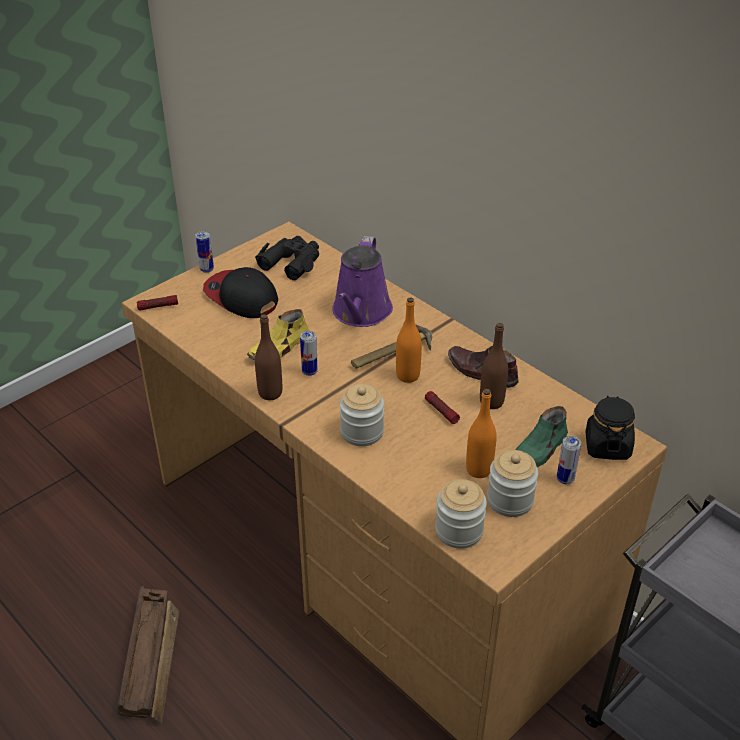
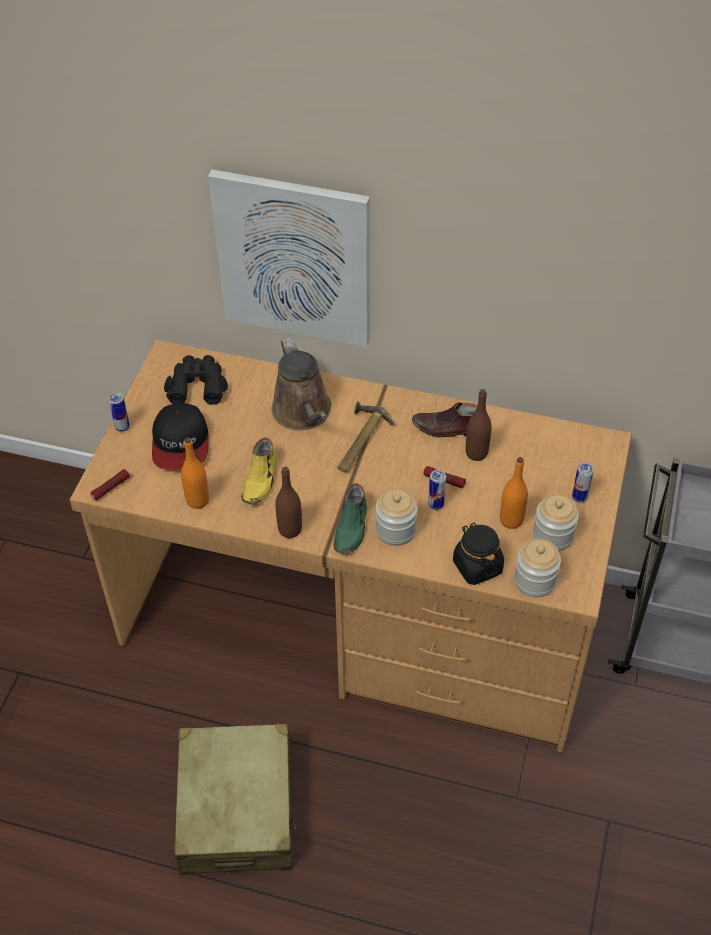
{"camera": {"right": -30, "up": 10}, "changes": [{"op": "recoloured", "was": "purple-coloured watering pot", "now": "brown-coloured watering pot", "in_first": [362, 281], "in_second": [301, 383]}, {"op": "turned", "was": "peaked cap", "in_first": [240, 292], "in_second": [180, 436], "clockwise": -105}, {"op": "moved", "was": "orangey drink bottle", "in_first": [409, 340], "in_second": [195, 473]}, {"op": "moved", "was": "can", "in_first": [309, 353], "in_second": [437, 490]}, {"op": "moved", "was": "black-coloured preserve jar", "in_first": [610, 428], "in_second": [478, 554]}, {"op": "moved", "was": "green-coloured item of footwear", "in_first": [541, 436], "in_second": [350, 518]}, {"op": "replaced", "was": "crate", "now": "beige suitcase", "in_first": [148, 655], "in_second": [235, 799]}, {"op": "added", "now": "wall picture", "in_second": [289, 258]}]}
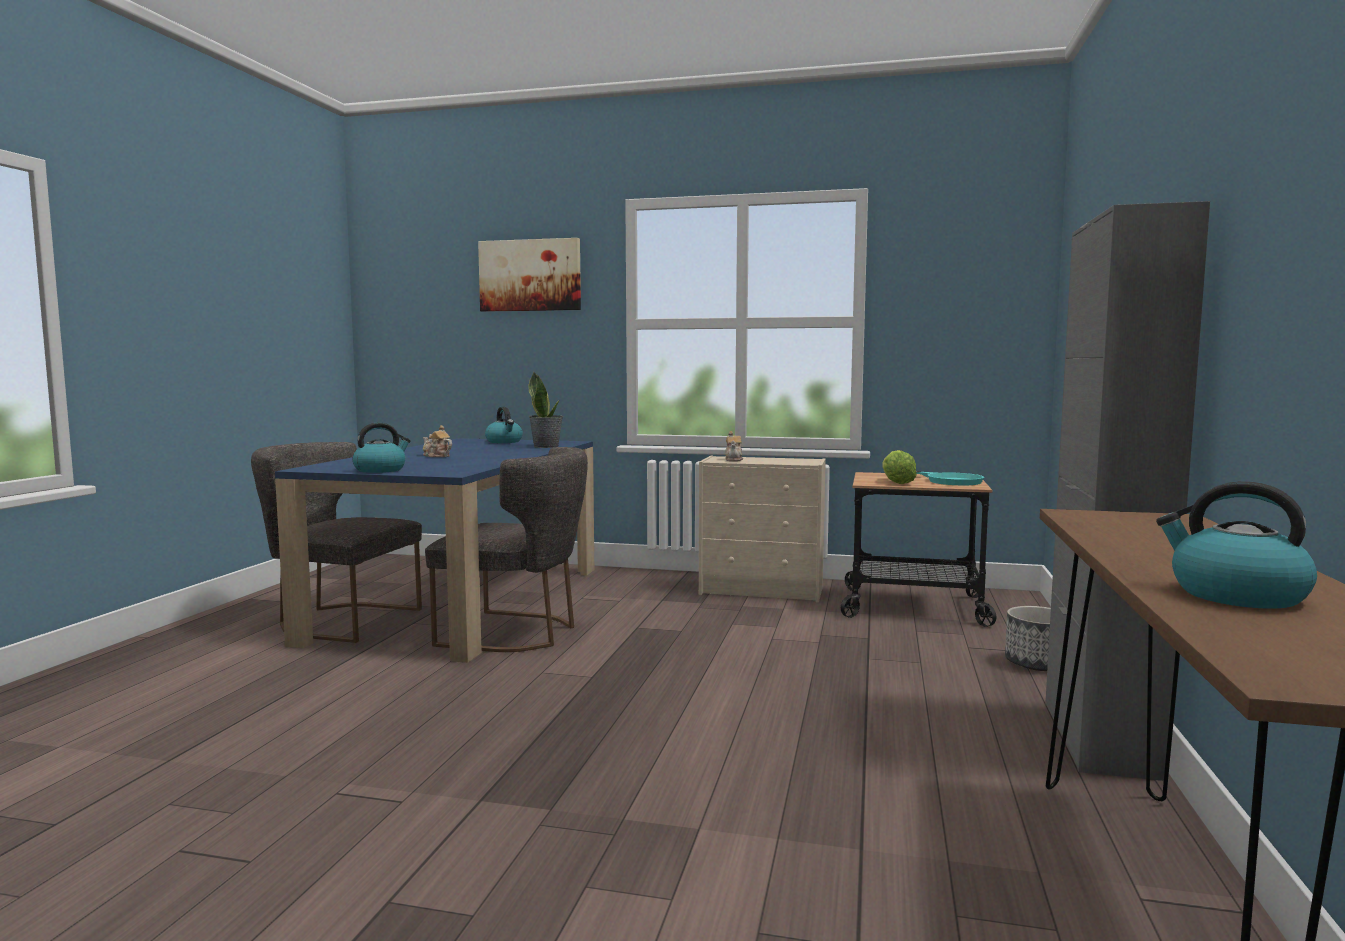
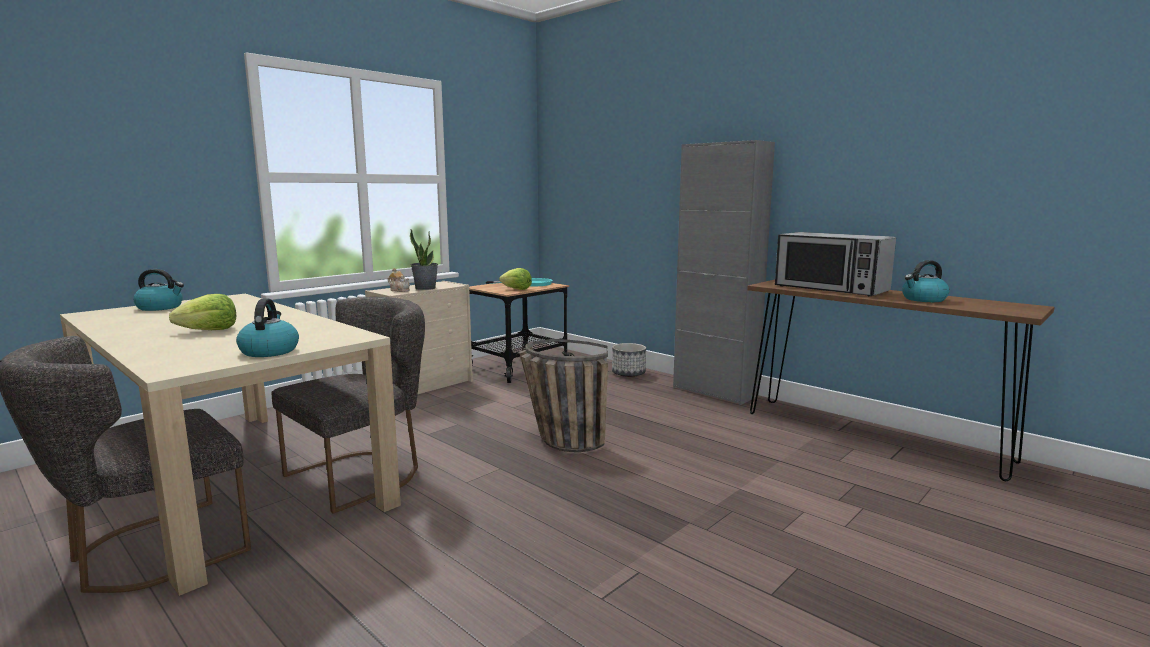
{"camera": {"right": -60, "up": 5}, "changes": [{"op": "removed", "was": "wall picture", "in_first": [529, 275]}, {"op": "moved", "was": "plant in a pot", "in_first": [546, 410], "in_second": [424, 260]}, {"op": "replaced", "was": "teapot", "now": "lettuce head", "in_first": [437, 441], "in_second": [202, 312]}, {"op": "recoloured", "was": "blue dinner table", "now": "beige dinner table", "in_first": [434, 550], "in_second": [230, 445]}, {"op": "added", "now": "microwave", "in_second": [835, 264]}, {"op": "added", "now": "household basket", "in_second": [564, 395]}]}
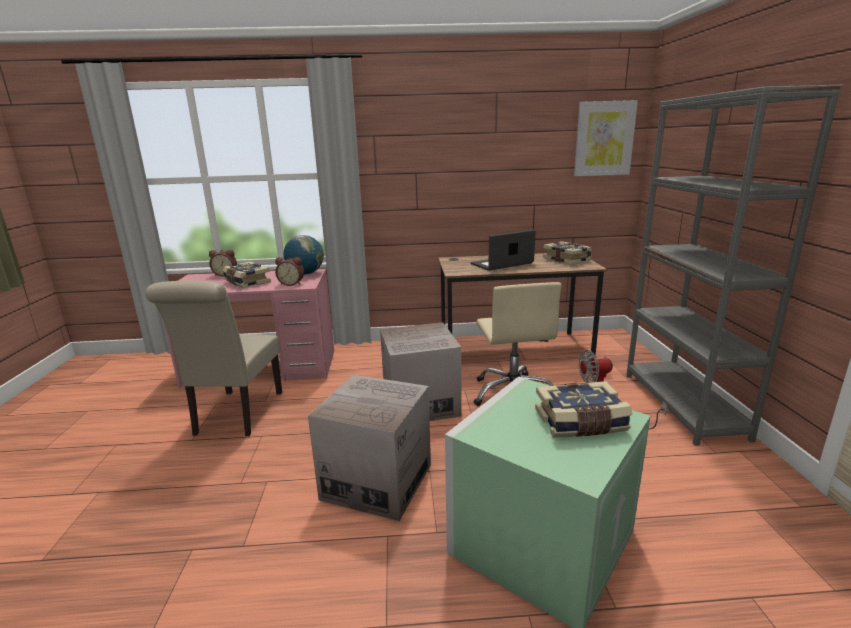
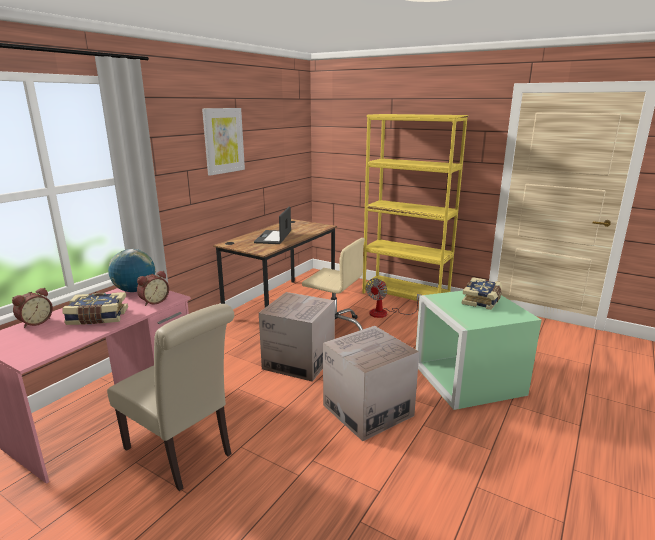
{"camera": {"right": -55, "up": 0}, "changes": [{"op": "recoloured", "was": "greyish bookshelf", "now": "yellow-coloured bookshelf", "in_first": [734, 265], "in_second": [415, 207]}, {"op": "moved", "was": "wall picture", "in_first": [606, 138], "in_second": [223, 142]}, {"op": "removed", "was": "volume", "in_first": [567, 253]}]}
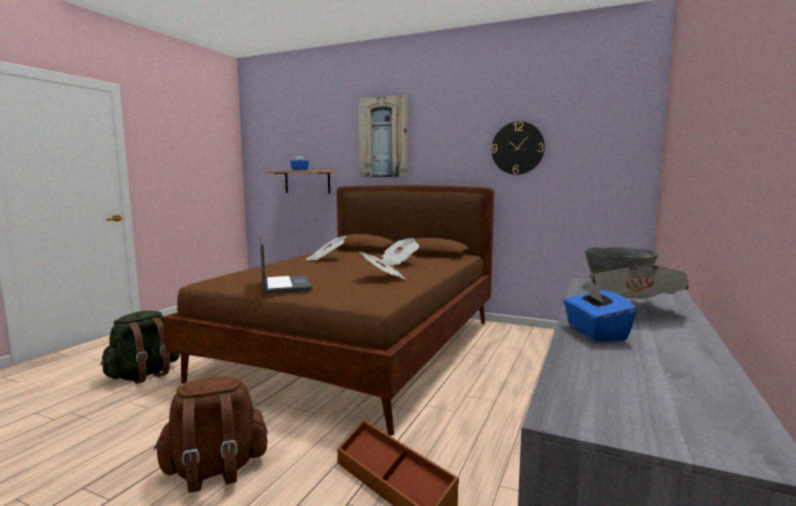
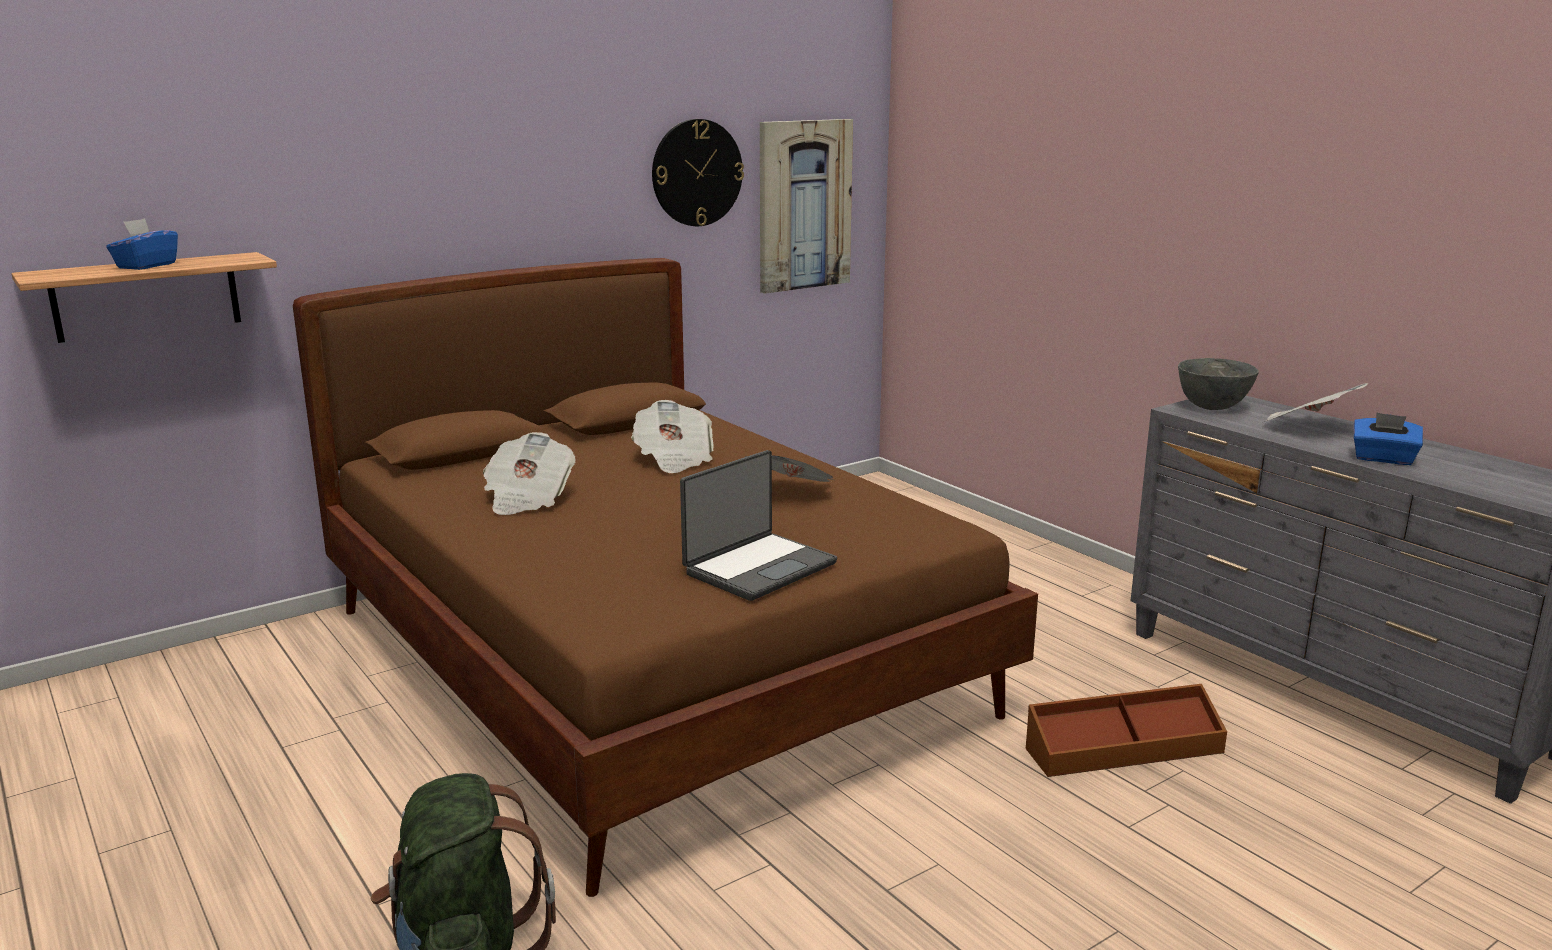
{"camera": {"right": -60, "up": 10}, "changes": [{"op": "moved", "was": "wall picture", "in_first": [383, 136], "in_second": [806, 206]}, {"op": "turned", "was": "portable computer", "in_first": [286, 265], "in_second": [758, 525], "clockwise": 120}, {"op": "removed", "was": "brown-coloured backpack", "in_first": [210, 434]}]}
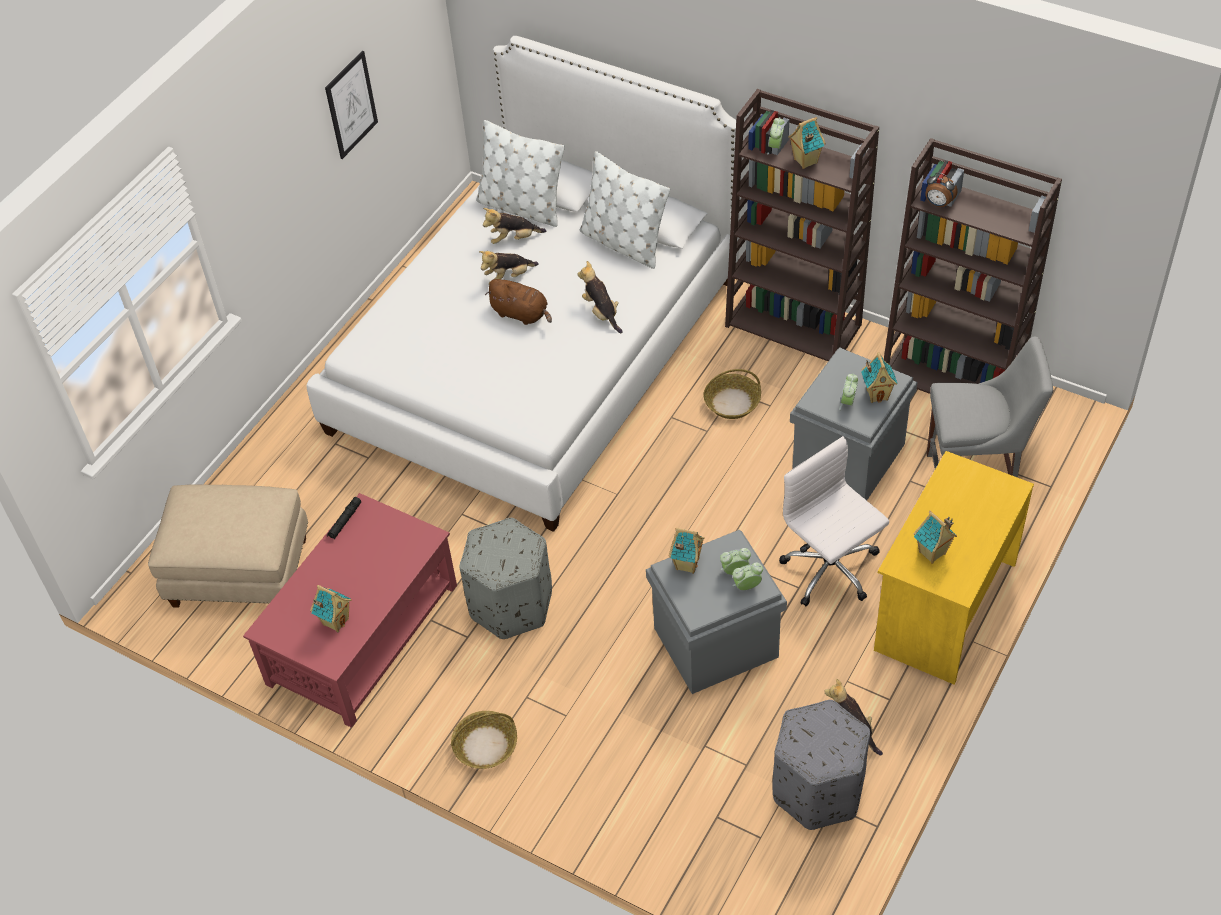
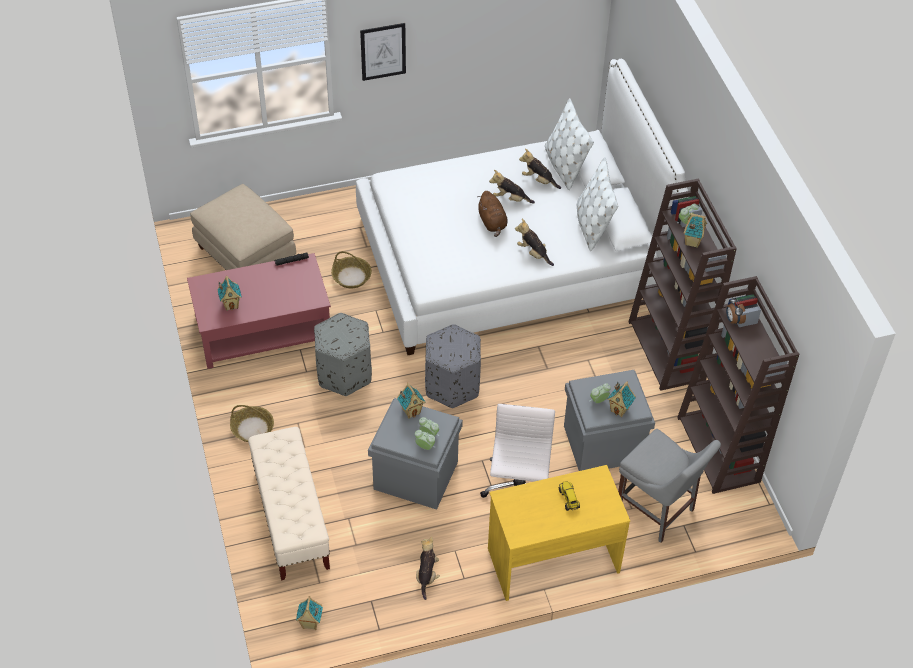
{"camera": {"right": 40, "up": 0}, "changes": [{"op": "moved", "was": "wall picture", "in_first": [351, 105], "in_second": [383, 52]}, {"op": "turned", "was": "soft toy", "in_first": [600, 297], "in_second": [534, 242], "clockwise": -60}, {"op": "moved", "was": "household basket", "in_first": [732, 394], "in_second": [351, 269]}, {"op": "moved", "was": "toy house", "in_first": [935, 537], "in_second": [309, 613]}, {"op": "moved", "was": "greyish pouffe", "in_first": [821, 765], "in_second": [453, 366]}, {"op": "added", "now": "beige bench", "in_second": [289, 504]}, {"op": "added", "now": "model truck", "in_second": [569, 496]}]}
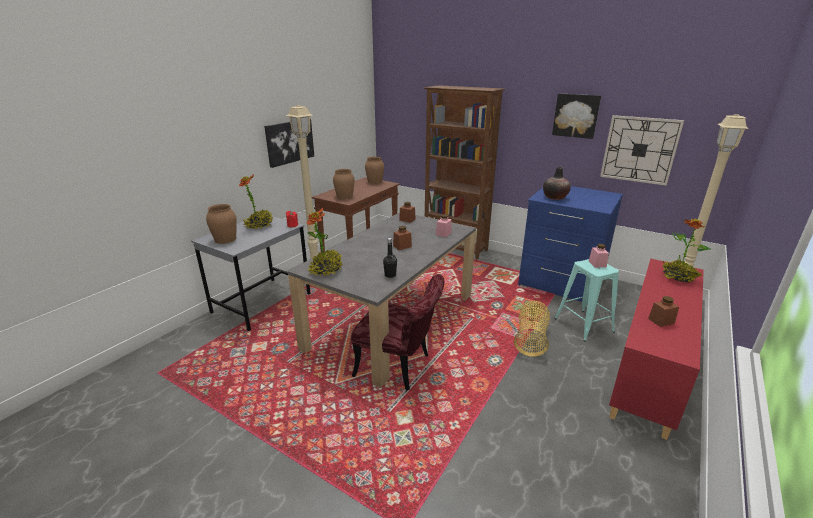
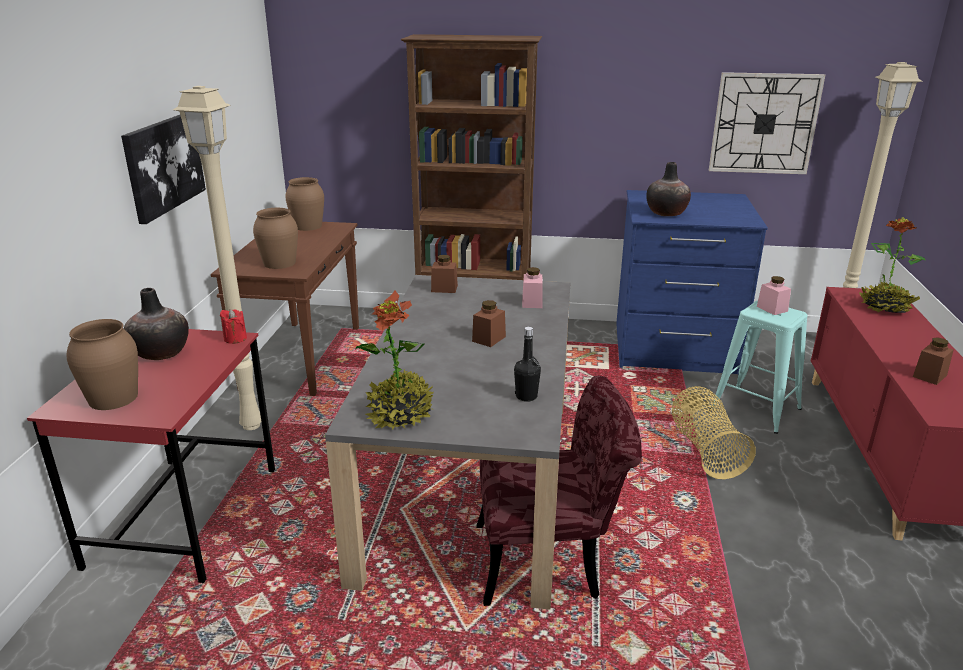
{"camera": {"right": -25, "up": 0}, "changes": [{"op": "removed", "was": "wall picture", "in_first": [576, 116]}, {"op": "replaced", "was": "plant in a pot", "now": "decorative vase", "in_first": [256, 201], "in_second": [156, 324]}, {"op": "recoloured", "was": "greyish desk", "now": "reddish desk", "in_first": [250, 273], "in_second": [151, 456]}]}
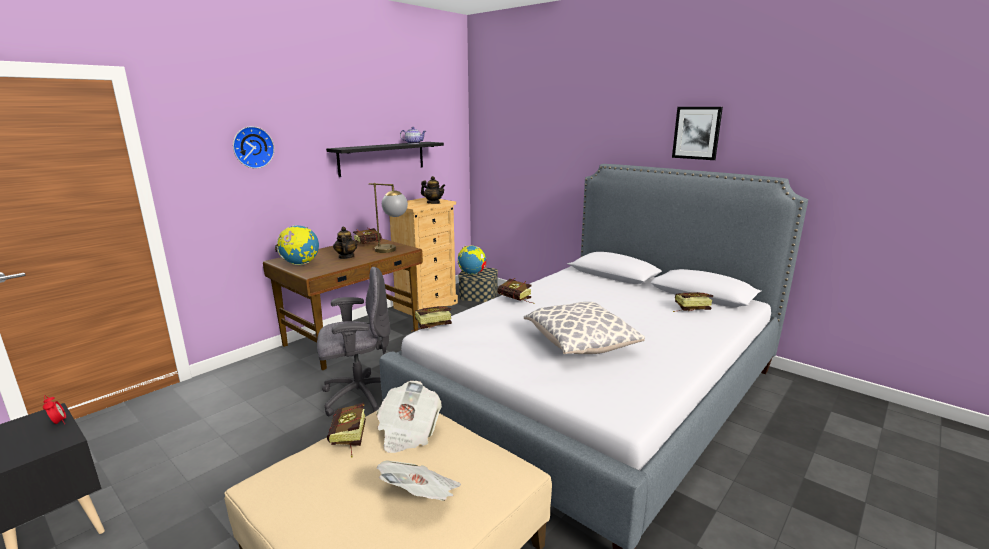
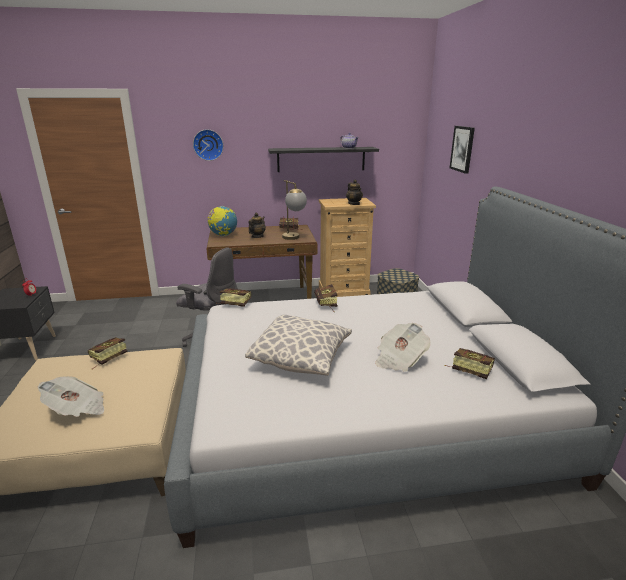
{"camera": {"right": 40, "up": 5}, "changes": [{"op": "moved", "was": "wall picture", "in_first": [697, 133], "in_second": [462, 150]}, {"op": "removed", "was": "desk globe", "in_first": [472, 260]}, {"op": "moved", "was": "daily paper", "in_first": [409, 417], "in_second": [402, 347]}]}
